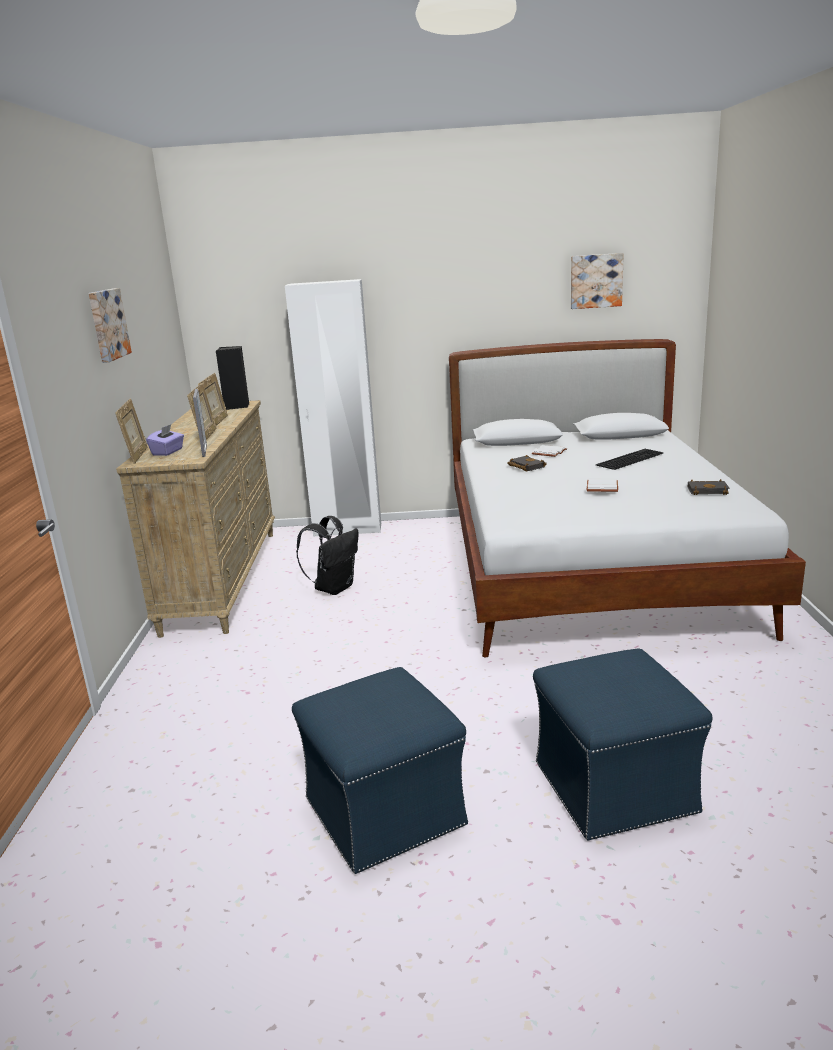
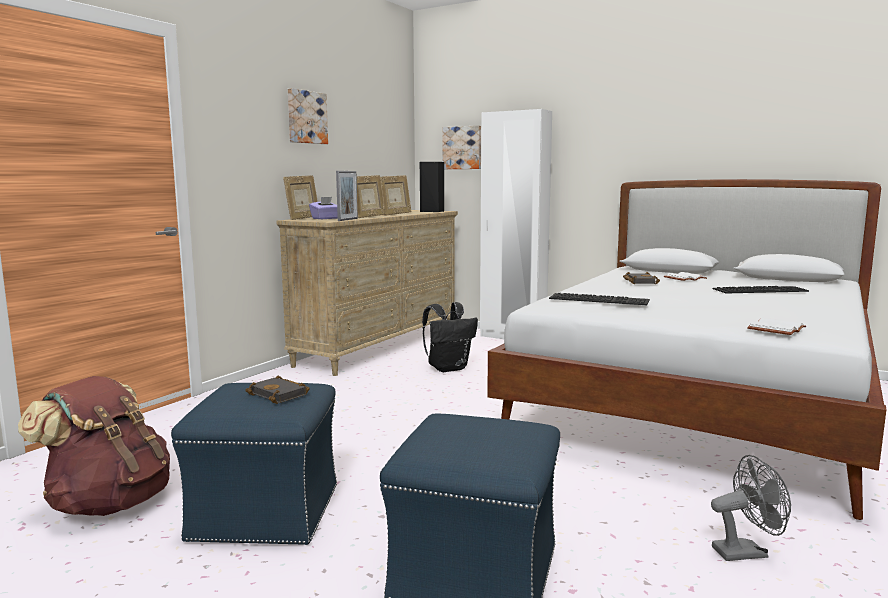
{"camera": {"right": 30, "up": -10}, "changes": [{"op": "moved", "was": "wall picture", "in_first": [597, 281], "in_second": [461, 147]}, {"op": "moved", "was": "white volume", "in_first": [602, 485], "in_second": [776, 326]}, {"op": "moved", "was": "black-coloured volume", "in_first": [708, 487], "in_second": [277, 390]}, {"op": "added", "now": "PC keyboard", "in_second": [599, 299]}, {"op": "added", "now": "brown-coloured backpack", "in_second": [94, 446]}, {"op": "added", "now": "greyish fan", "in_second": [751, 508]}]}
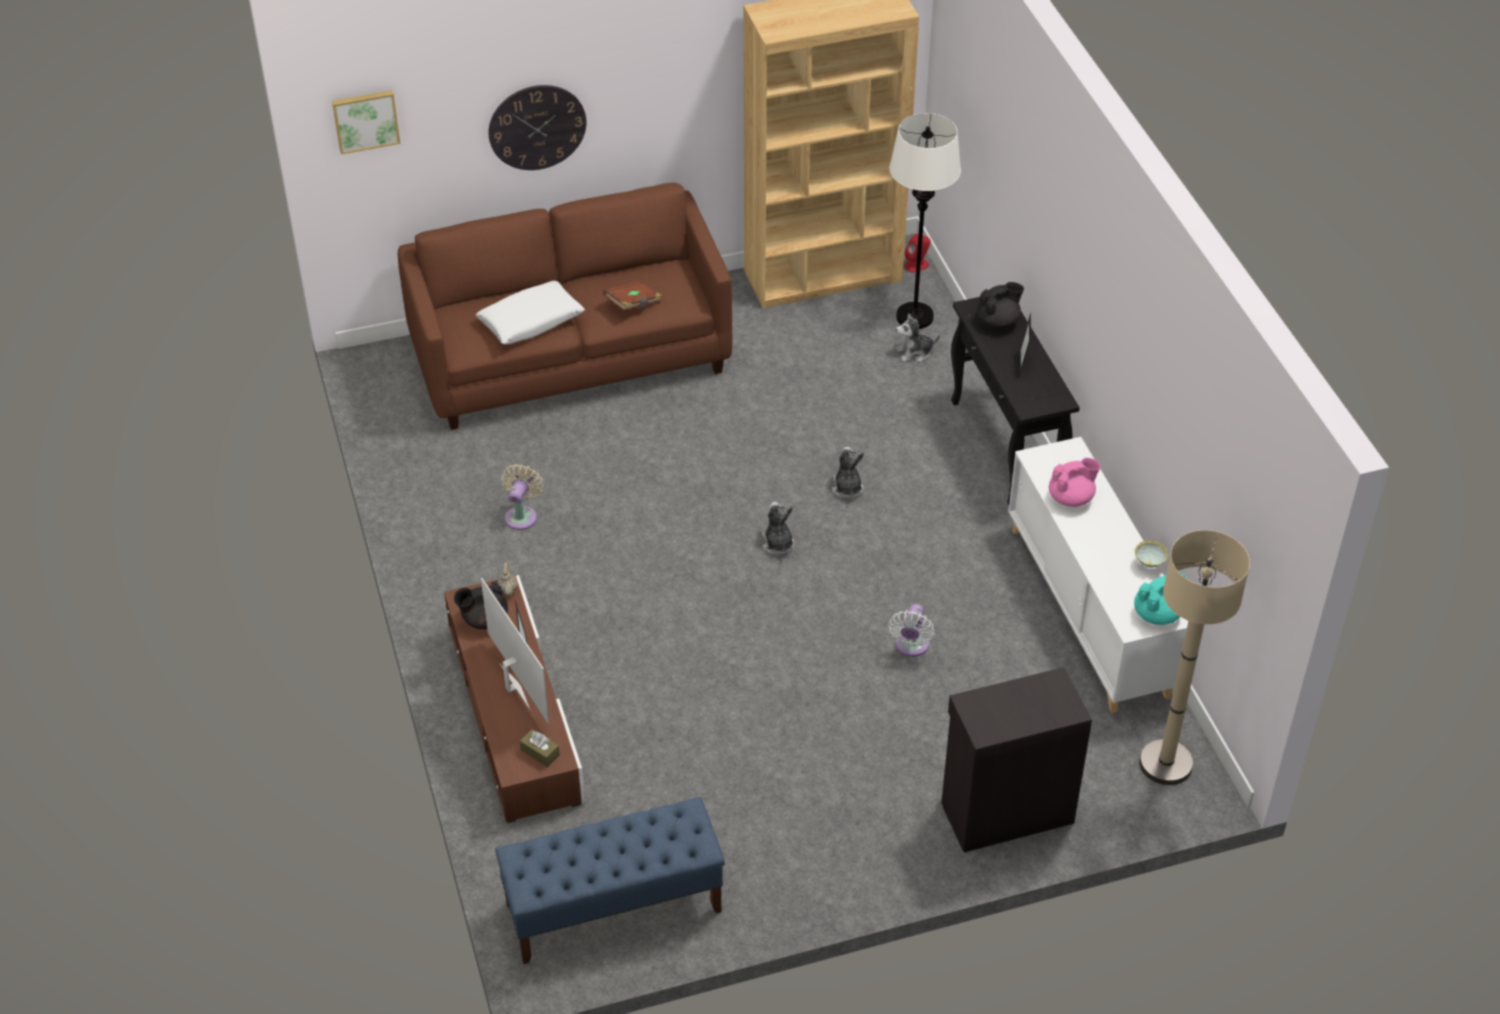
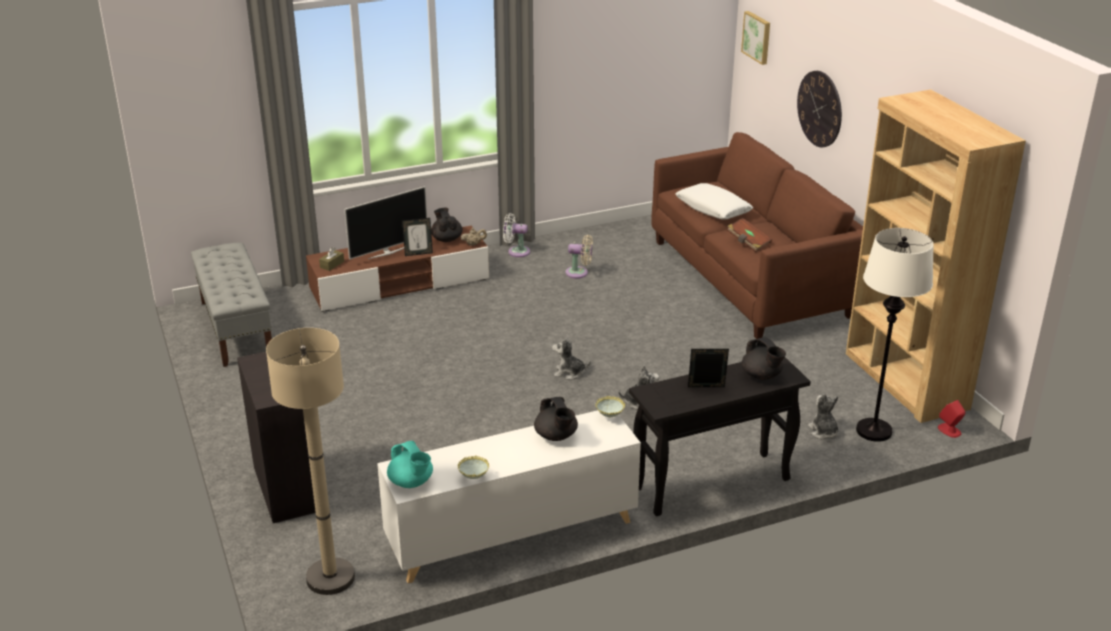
{"camera": {"right": 85, "up": -15}, "changes": [{"op": "recoloured", "was": "pinkish teapot", "now": "black-coloured teapot", "in_first": [1075, 482], "in_second": [556, 419]}, {"op": "turned", "was": "soft toy", "in_first": [778, 528], "in_second": [571, 358], "clockwise": -150}, {"op": "moved", "was": "white fan", "in_first": [911, 630], "in_second": [516, 235]}, {"op": "recoloured", "was": "blue bench", "now": "greyish bench", "in_first": [610, 880], "in_second": [231, 305]}, {"op": "added", "now": "serving bowl", "in_second": [610, 407]}]}
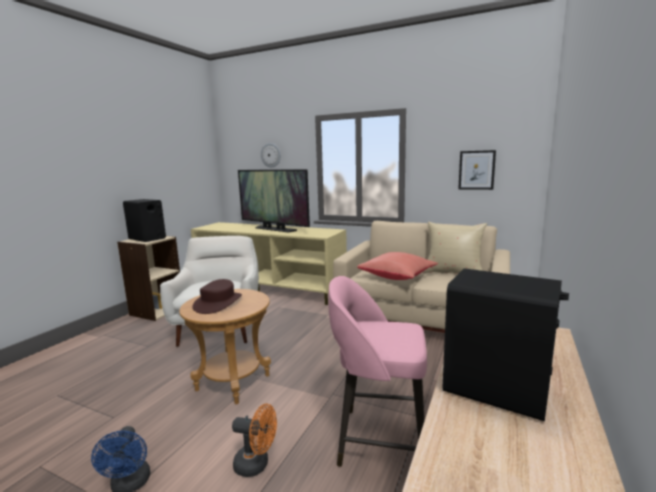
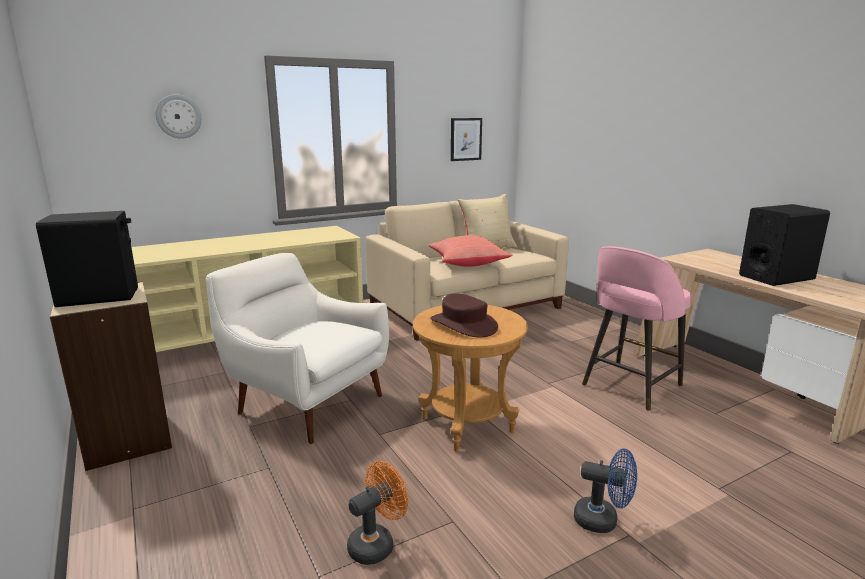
{"camera": {"right": -55, "up": 5}, "changes": [{"op": "removed", "was": "television", "in_first": [274, 200]}, {"op": "moved", "was": "orangey fan", "in_first": [254, 440], "in_second": [377, 513]}]}
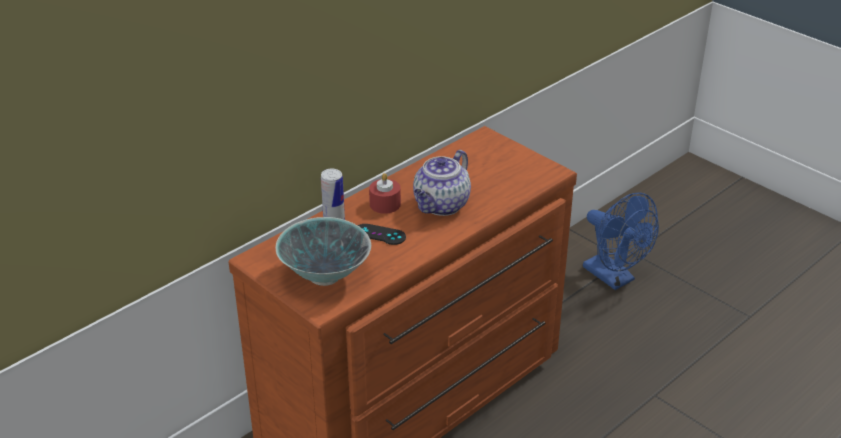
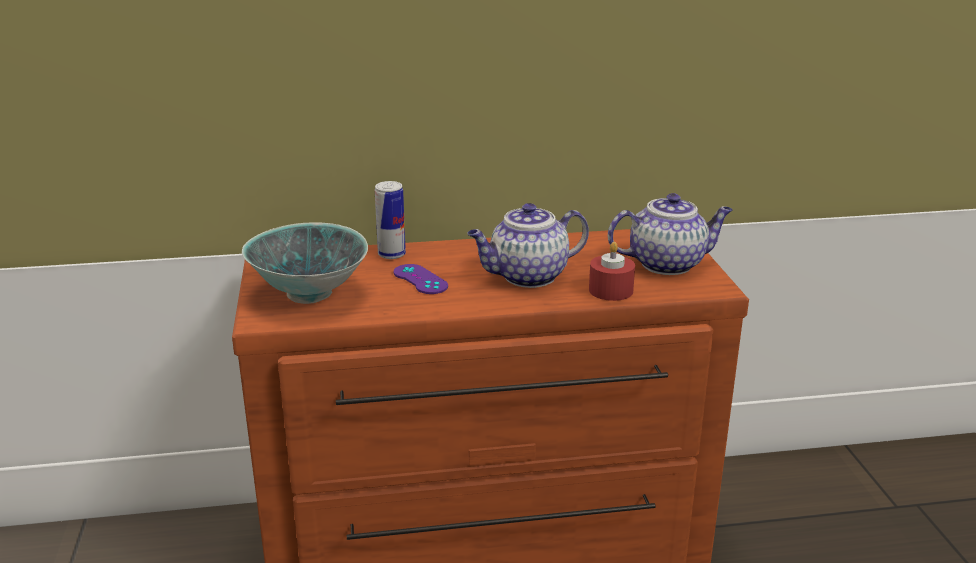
{"camera": {"right": 35, "up": -10}, "changes": [{"op": "moved", "was": "reddish candle", "in_first": [385, 193], "in_second": [612, 271]}, {"op": "removed", "was": "blue fan", "in_first": [621, 241]}, {"op": "recoloured", "was": "black-coloured game controller", "now": "purple-coloured game controller", "in_first": [381, 234], "in_second": [420, 279]}, {"op": "added", "now": "teapot", "in_second": [670, 234]}]}
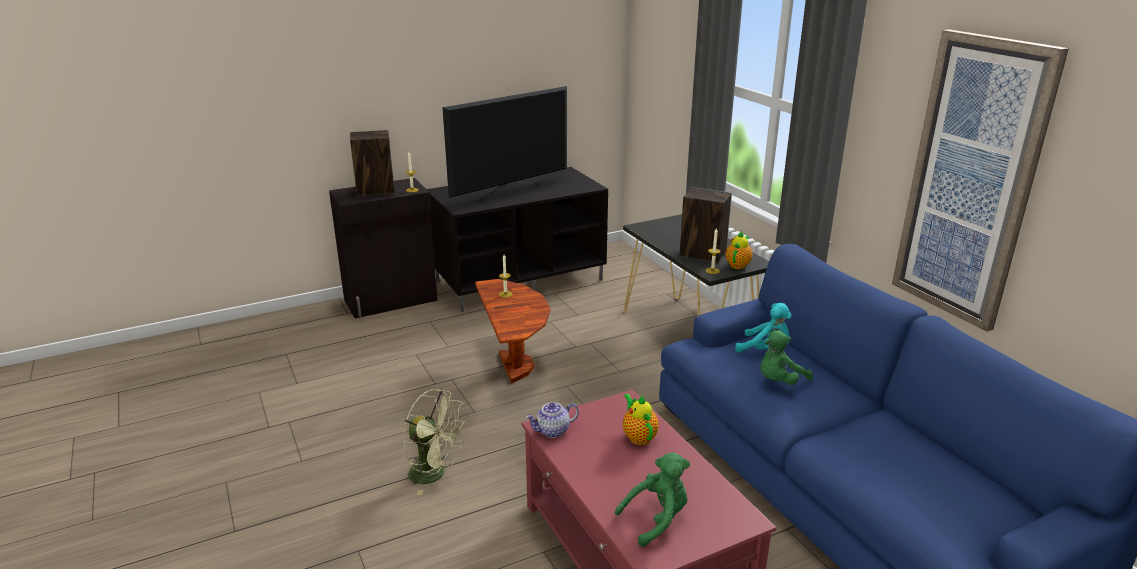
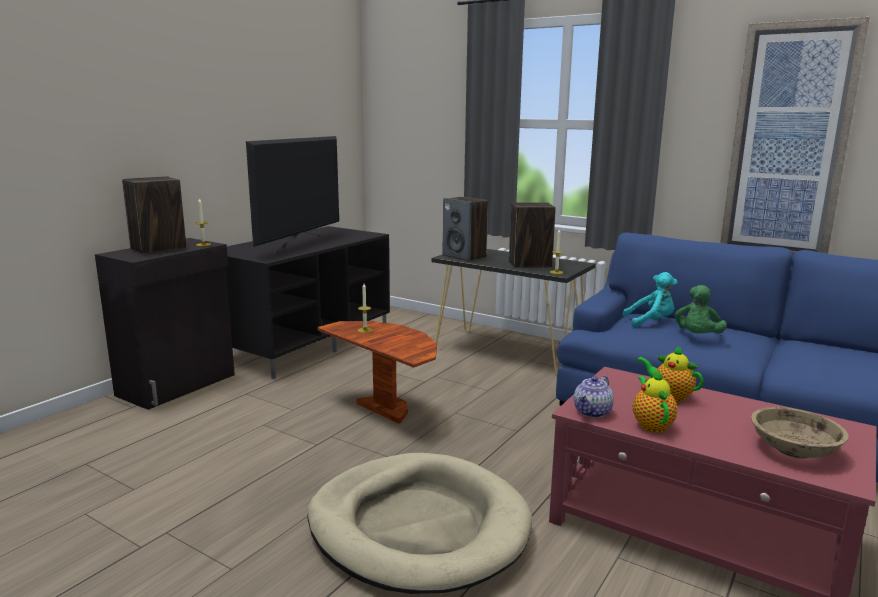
{"camera": {"right": -30, "up": -10}, "changes": [{"op": "moved", "was": "teapot", "in_first": [738, 250], "in_second": [655, 401]}, {"op": "replaced", "was": "green-coloured fan", "now": "beige dog cushion", "in_first": [435, 442], "in_second": [419, 523]}, {"op": "replaced", "was": "green-coloured soft toy", "now": "beige serving bowl", "in_first": [652, 499], "in_second": [799, 433]}, {"op": "added", "now": "audio speaker", "in_second": [465, 229]}]}
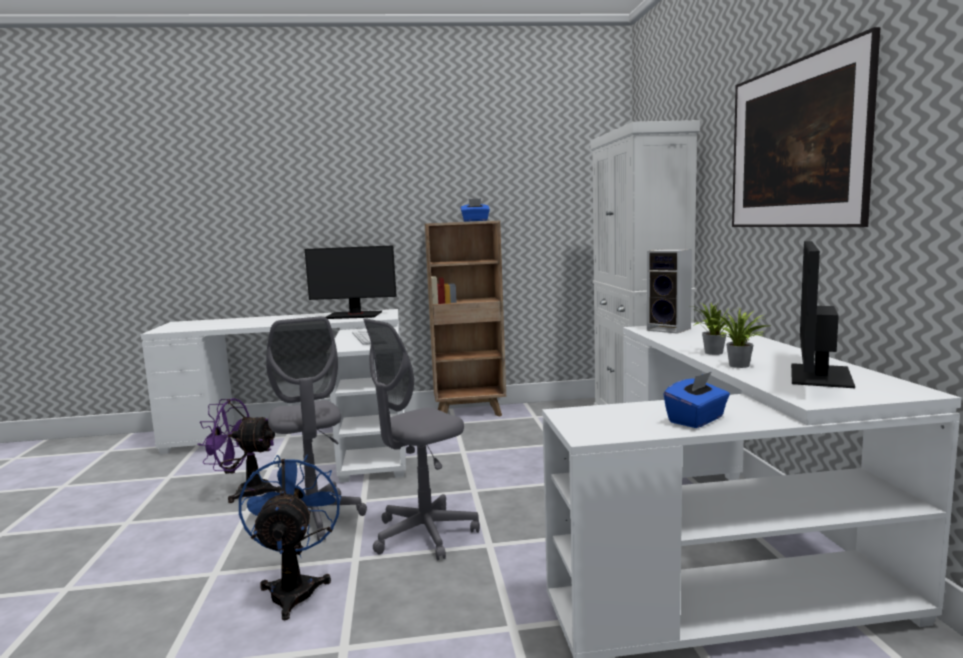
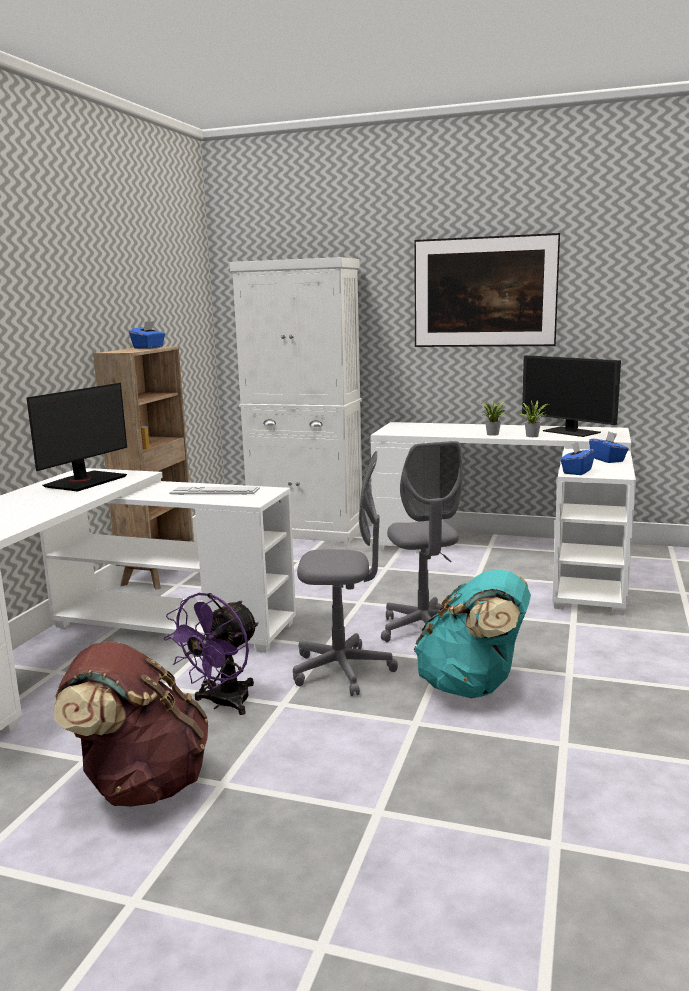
{"camera": {"right": -65, "up": 5}, "changes": [{"op": "removed", "was": "audio speaker", "in_first": [669, 291]}, {"op": "replaced", "was": "blue fan", "now": "turquoise-coloured backpack", "in_first": [290, 537], "in_second": [472, 634]}, {"op": "added", "now": "blue tissue holder", "in_second": [577, 458]}, {"op": "added", "now": "brown-coloured backpack", "in_second": [131, 724]}]}
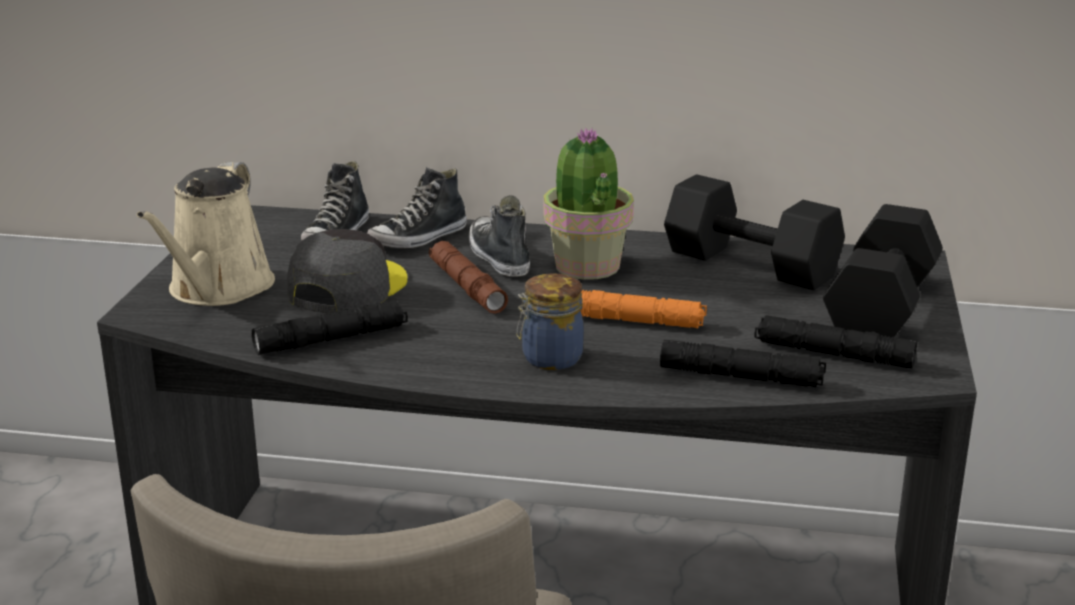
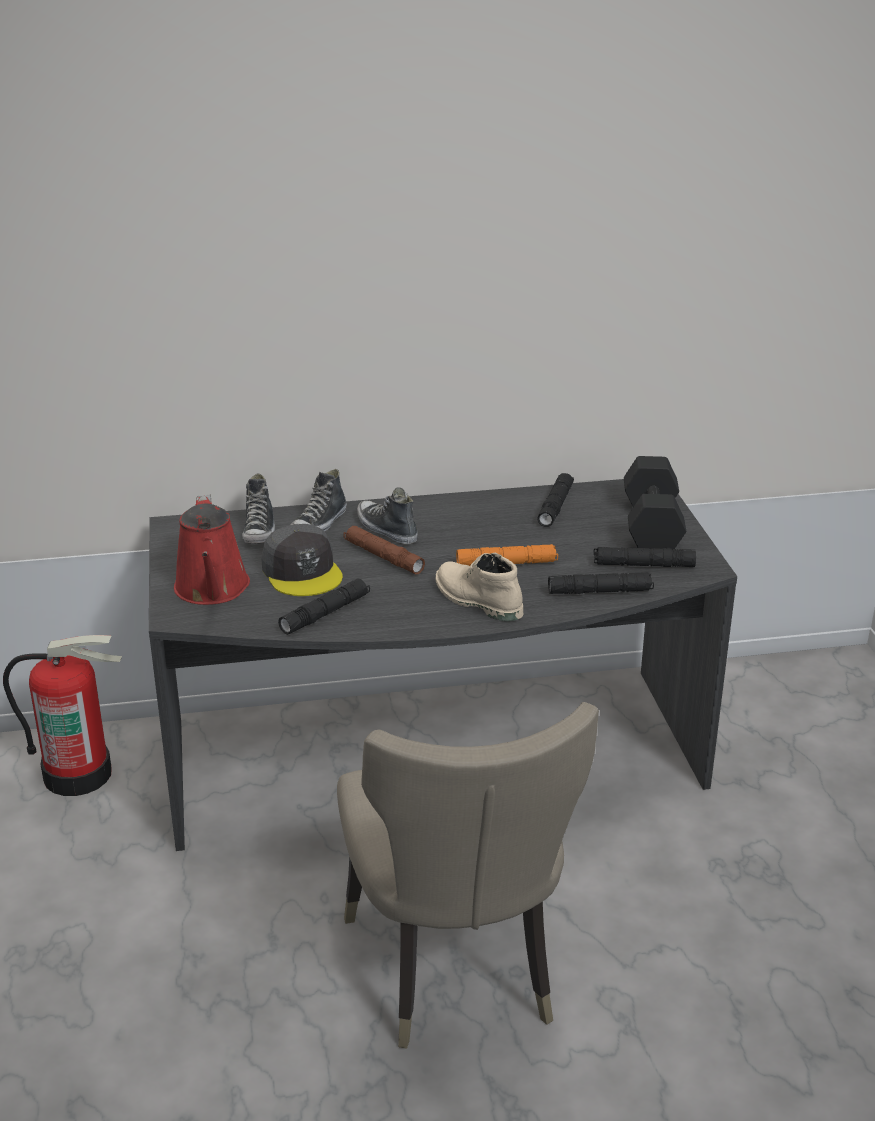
{"camera": {"right": -20, "up": 5}, "changes": [{"op": "removed", "was": "plant in a pot", "in_first": [589, 204]}, {"op": "recoloured", "was": "beige watering pot", "now": "reddish watering pot", "in_first": [206, 234], "in_second": [212, 549]}, {"op": "replaced", "was": "black-coloured hand weight", "now": "black-coloured flashlight", "in_first": [754, 232], "in_second": [555, 500]}, {"op": "turned", "was": "greyish peaked cap", "in_first": [347, 271], "in_second": [302, 560], "clockwise": 150}, {"op": "replaced", "was": "preserve jar", "now": "beige high-top boot", "in_first": [550, 321], "in_second": [479, 587]}, {"op": "added", "now": "fire extinguisher", "in_second": [62, 715]}]}
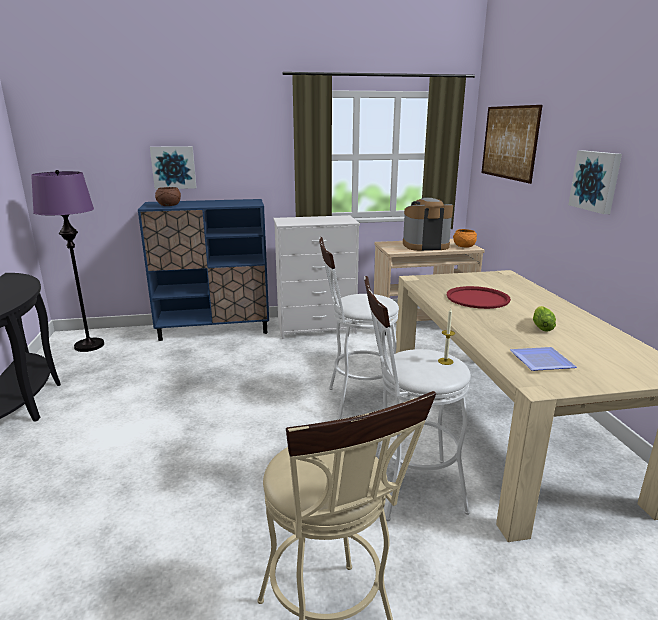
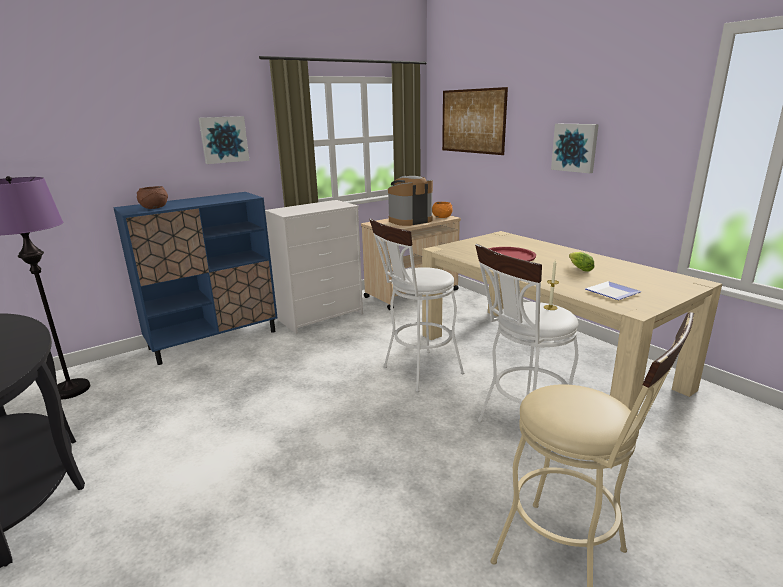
{"camera": {"right": -25, "up": 0}, "changes": [{"op": "moved", "was": "wall picture", "in_first": [173, 167], "in_second": [224, 140]}]}
